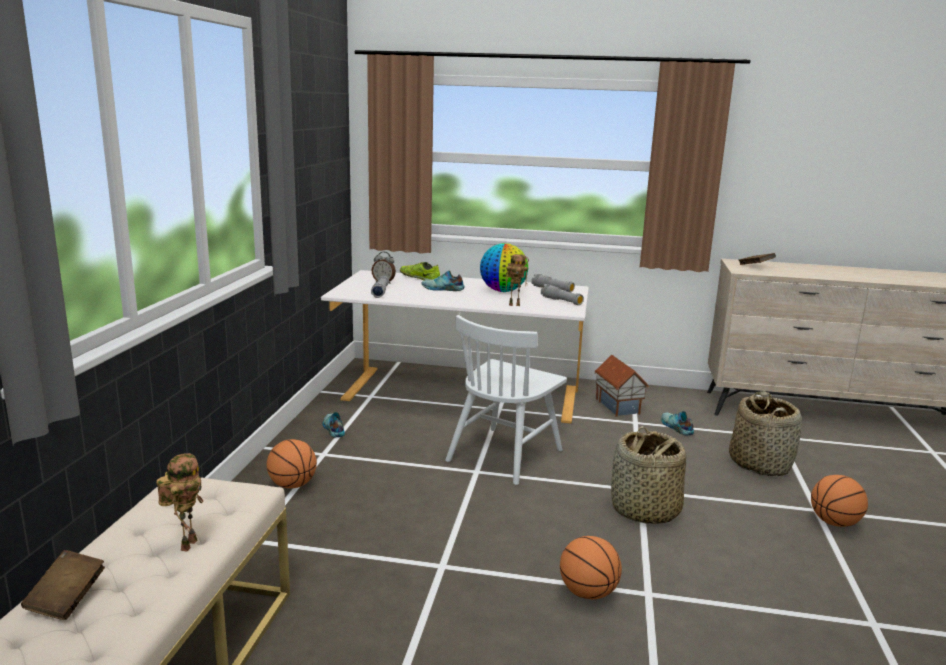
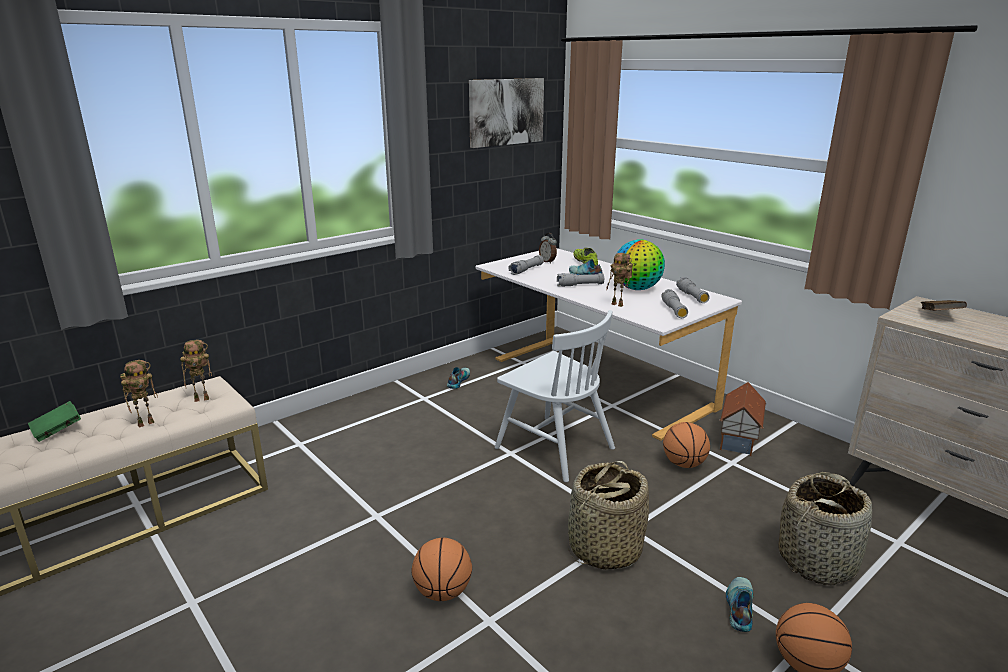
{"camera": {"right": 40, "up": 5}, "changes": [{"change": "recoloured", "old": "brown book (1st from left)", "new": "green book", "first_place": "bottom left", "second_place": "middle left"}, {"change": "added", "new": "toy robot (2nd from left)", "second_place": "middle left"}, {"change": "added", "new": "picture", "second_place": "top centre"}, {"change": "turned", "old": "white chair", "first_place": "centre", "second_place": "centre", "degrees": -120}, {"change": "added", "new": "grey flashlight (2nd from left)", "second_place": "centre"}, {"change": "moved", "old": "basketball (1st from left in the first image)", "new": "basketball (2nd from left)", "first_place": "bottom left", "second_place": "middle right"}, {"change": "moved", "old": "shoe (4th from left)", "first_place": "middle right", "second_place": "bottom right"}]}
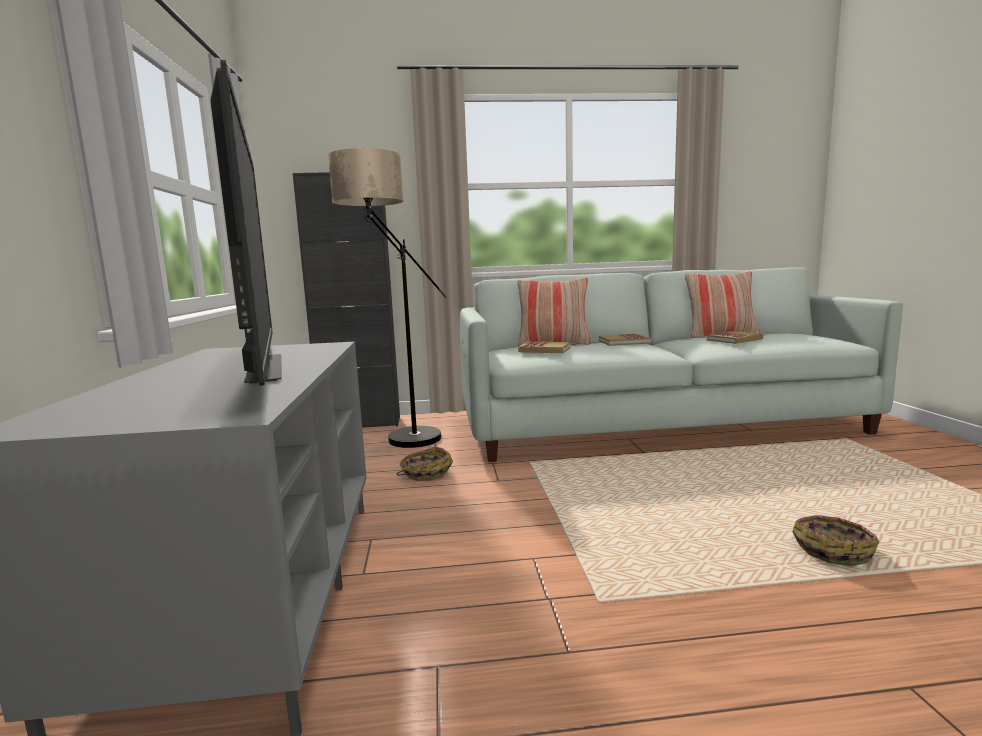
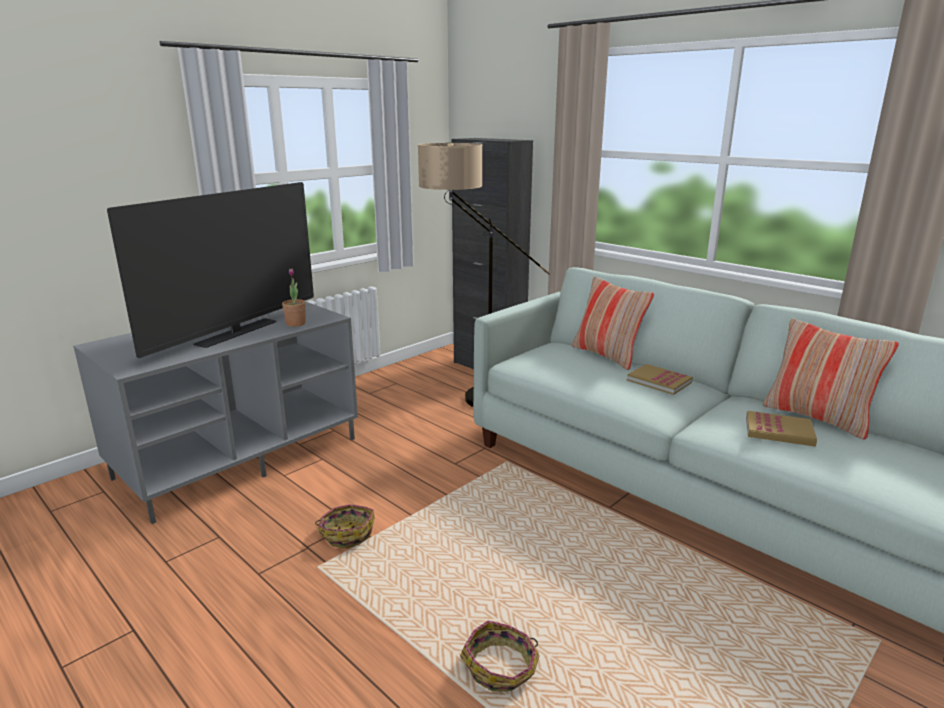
{"camera": {"right": 50, "up": 10}, "changes": [{"change": "added", "new": "potted plant", "second_place": "middle left"}, {"change": "moved", "old": "basket (1st from left)", "first_place": "centre", "second_place": "bottom centre"}, {"change": "removed", "old": "book (1st from left)", "first_place": "centre"}]}
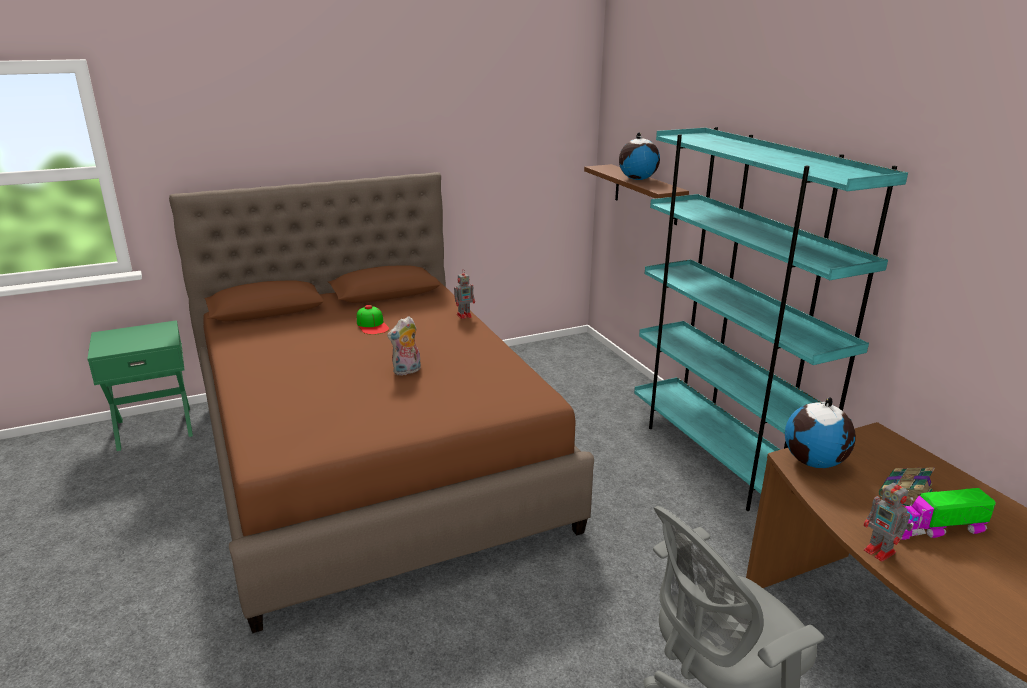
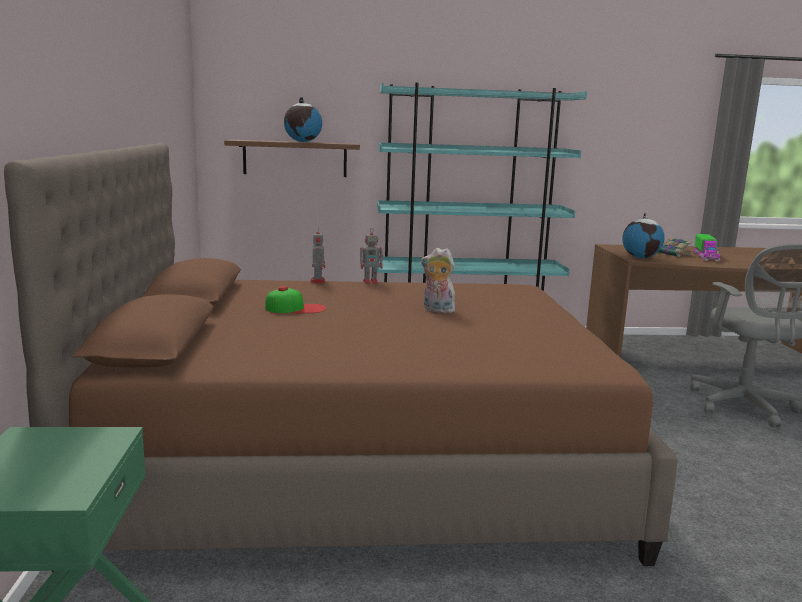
{"camera": {"right": -70, "up": -10}, "changes": [{"change": "moved", "old": "toy robot (2nd from left)", "first_place": "bottom right", "second_place": "centre"}, {"change": "turned", "old": "plush toy", "first_place": "centre", "second_place": "centre", "degrees": 135}]}
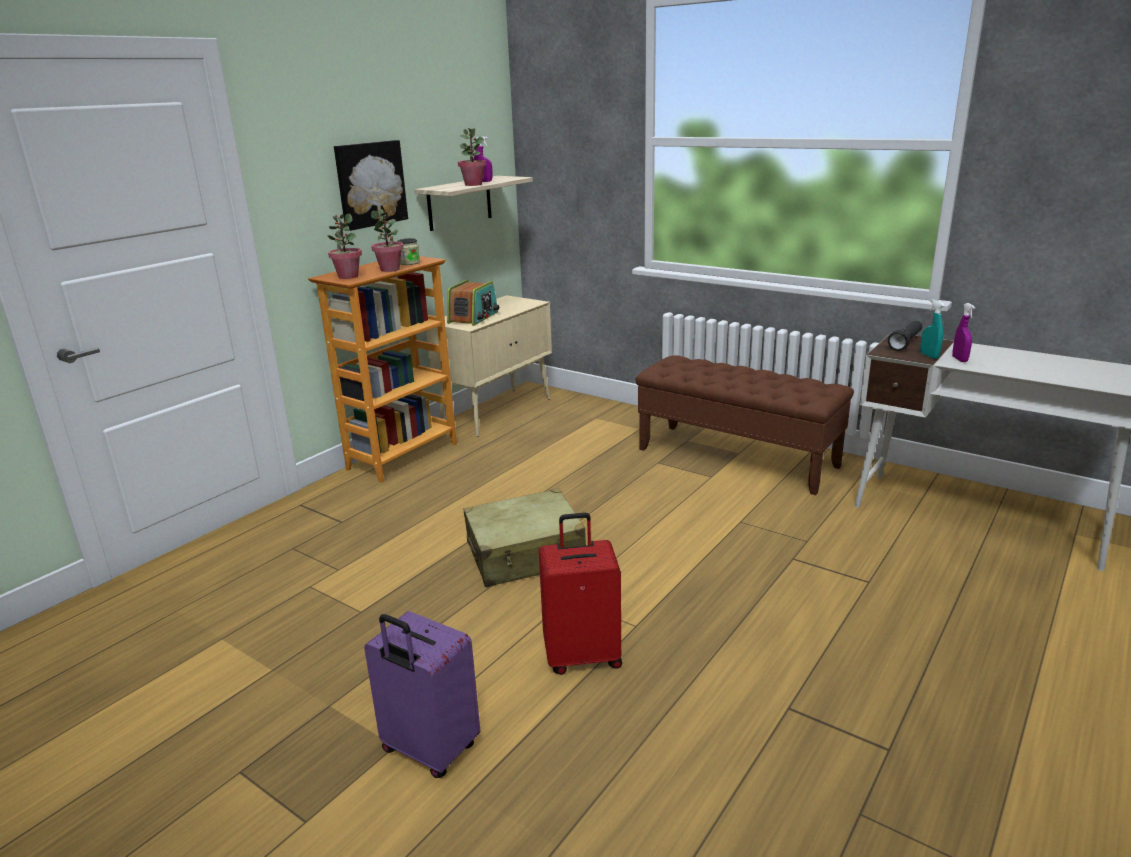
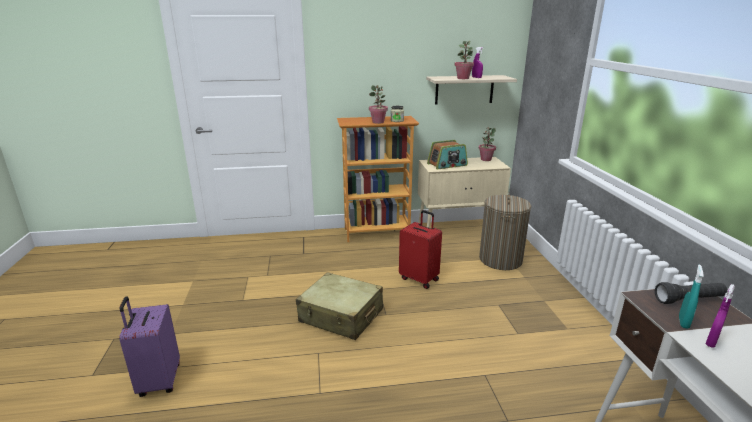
{"camera": {"right": 45, "up": 0}, "changes": [{"change": "moved", "old": "red suitcase", "first_place": "bottom centre", "second_place": "centre"}, {"change": "moved", "old": "potted plant (1st from left in the first image)", "new": "potted plant (3rd from left)", "first_place": "top left", "second_place": "centre"}, {"change": "added", "new": "laundry basket", "second_place": "middle right"}, {"change": "removed", "old": "picture", "first_place": "top left"}, {"change": "removed", "old": "brown bench", "first_place": "centre"}]}
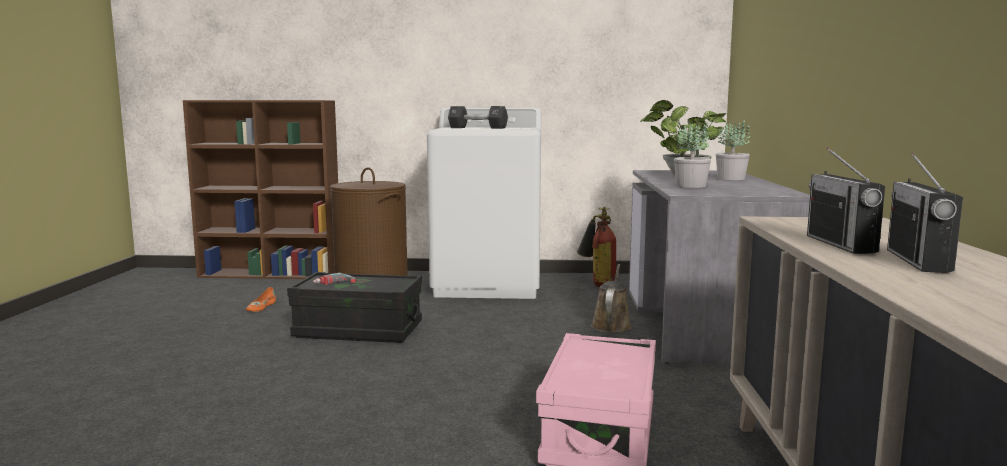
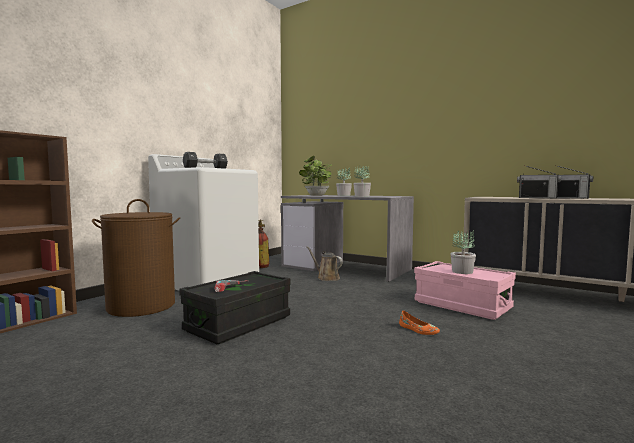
{"camera": {"right": -60, "up": -5}, "changes": [{"change": "moved", "old": "orange shoe", "first_place": "middle left", "second_place": "bottom centre"}, {"change": "added", "new": "potted plant (4th from left)", "second_place": "middle right"}]}
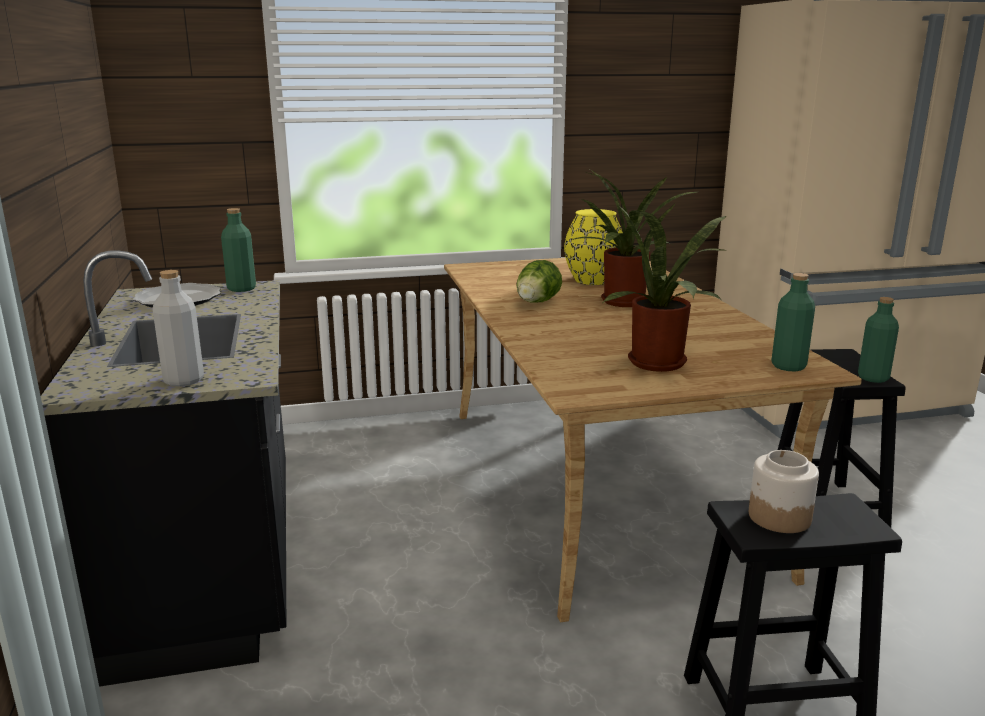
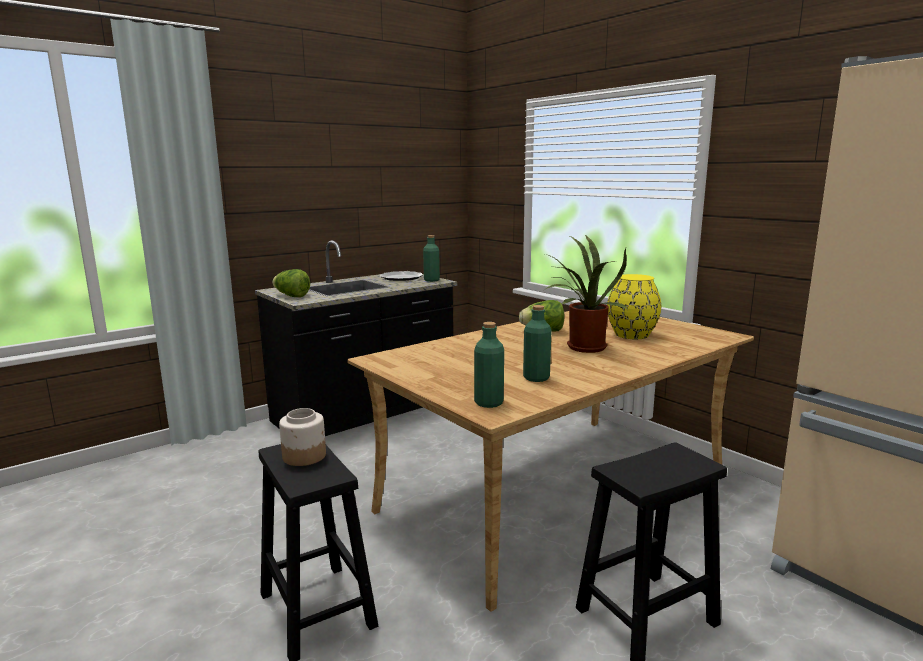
{"camera": {"right": 65, "up": -5}, "changes": [{"change": "replaced", "old": "grey bottle", "new": "lettuce (1st from left)", "first_place": "middle left", "second_place": "middle left"}, {"change": "moved", "old": "green bottle (3rd from left)", "first_place": "middle right", "second_place": "centre"}, {"change": "removed", "old": "potted plant (2nd from left)", "first_place": "middle right"}]}
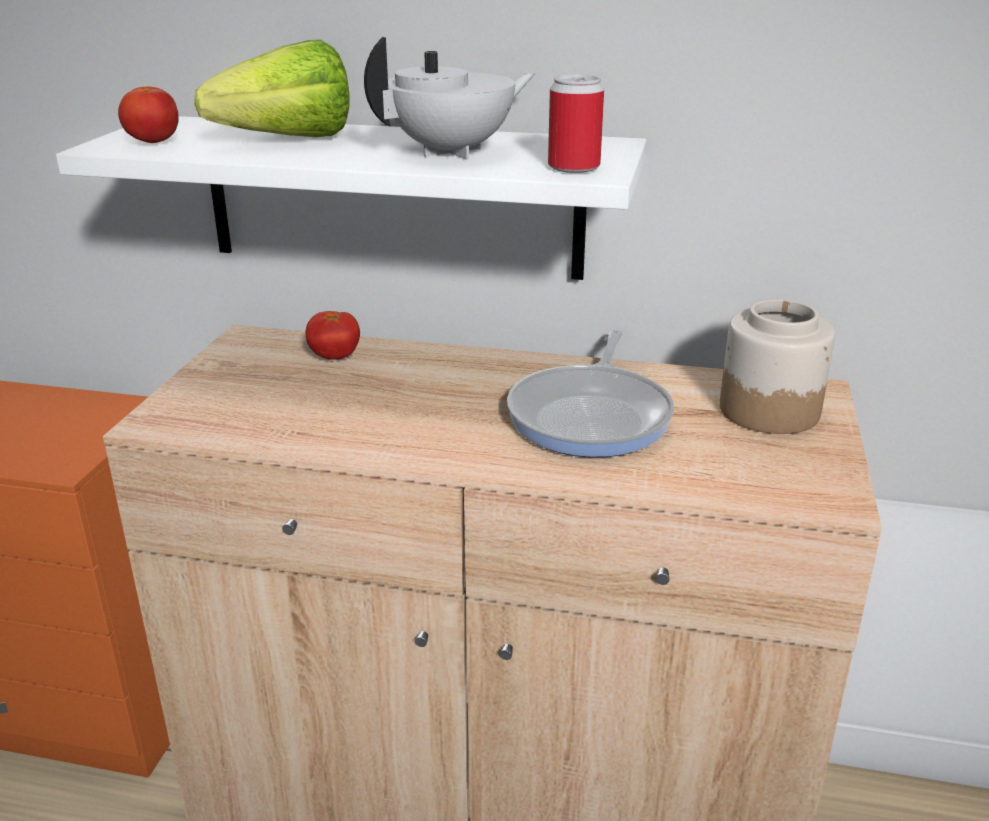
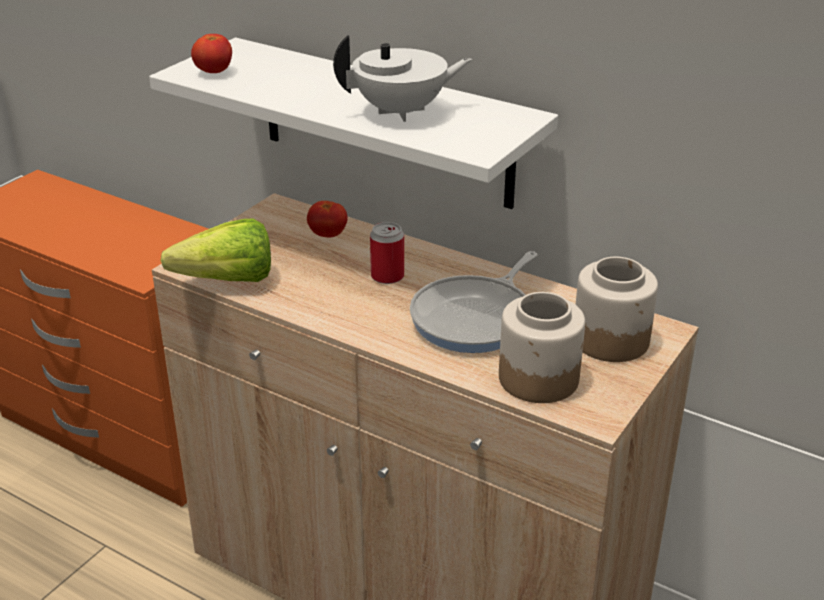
{"camera": {"right": 20, "up": 5}, "changes": [{"change": "moved", "old": "lettuce", "first_place": "top left", "second_place": "middle left"}, {"change": "moved", "old": "can", "first_place": "top centre", "second_place": "centre"}, {"change": "added", "new": "jar (1st from left)", "second_place": "centre"}]}
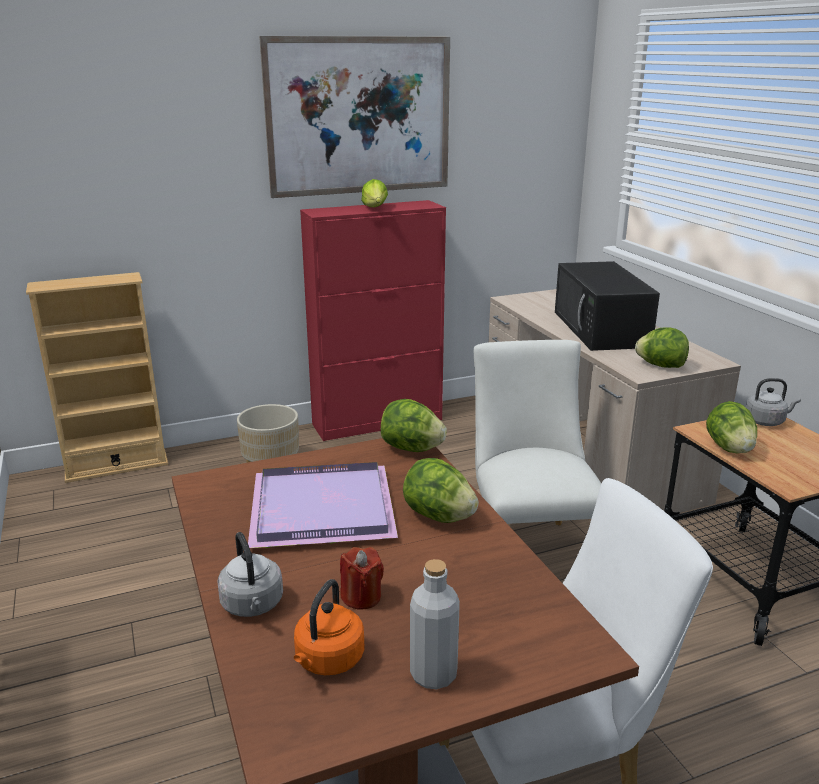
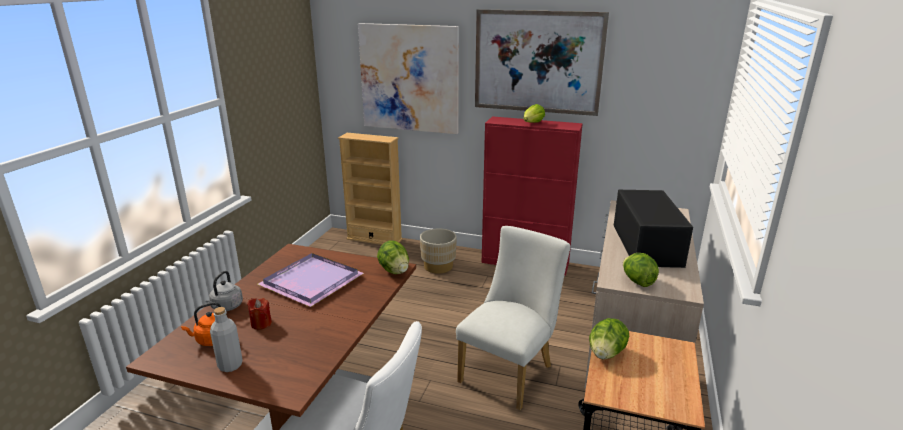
{"camera": {"right": 40, "up": 0}, "changes": [{"change": "added", "new": "picture (1st from left)", "second_place": "top centre"}, {"change": "turned", "old": "black microwave", "first_place": "middle right", "second_place": "middle right", "degrees": 150}, {"change": "removed", "old": "lettuce (3rd from left)", "first_place": "centre"}, {"change": "removed", "old": "grey kettle (2nd from left)", "first_place": "middle right"}]}
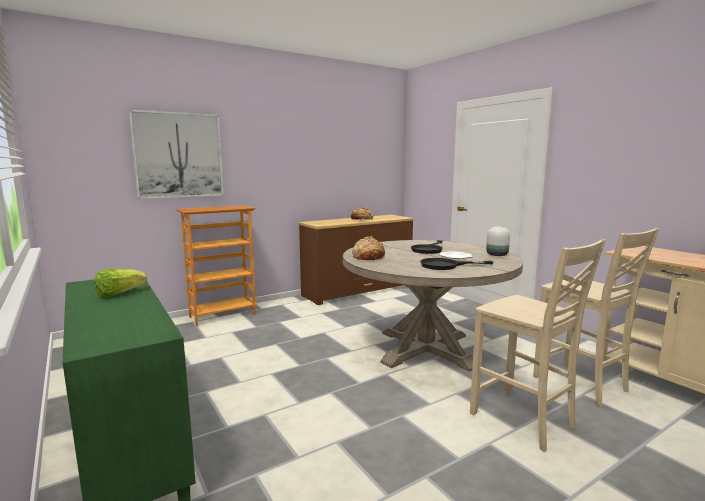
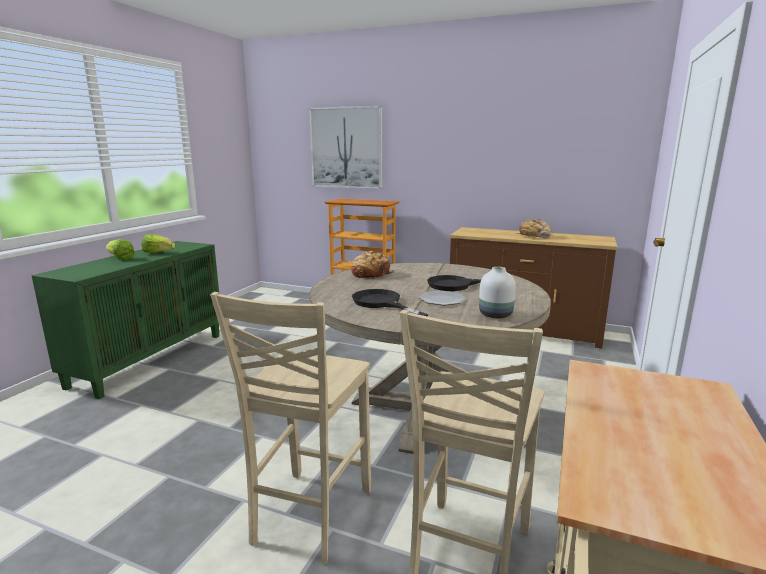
{"camera": {"right": 55, "up": 5}, "changes": [{"change": "added", "new": "lettuce (1st from left)", "second_place": "middle left"}]}
